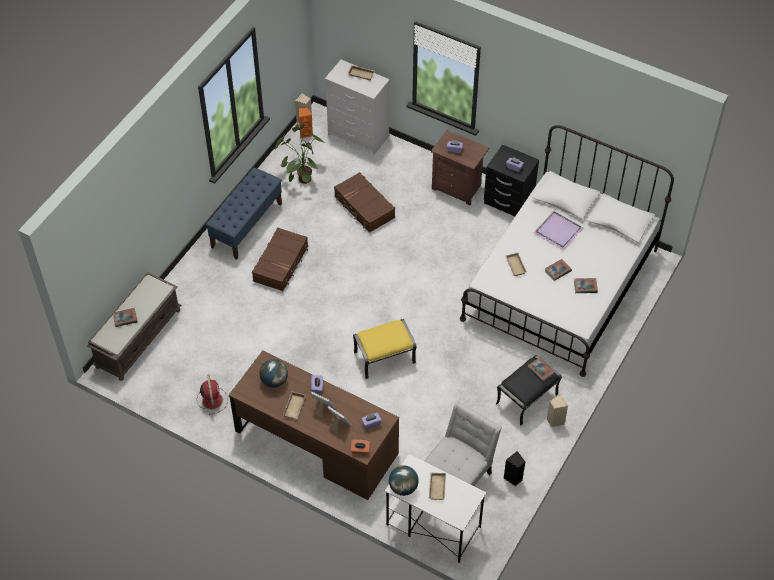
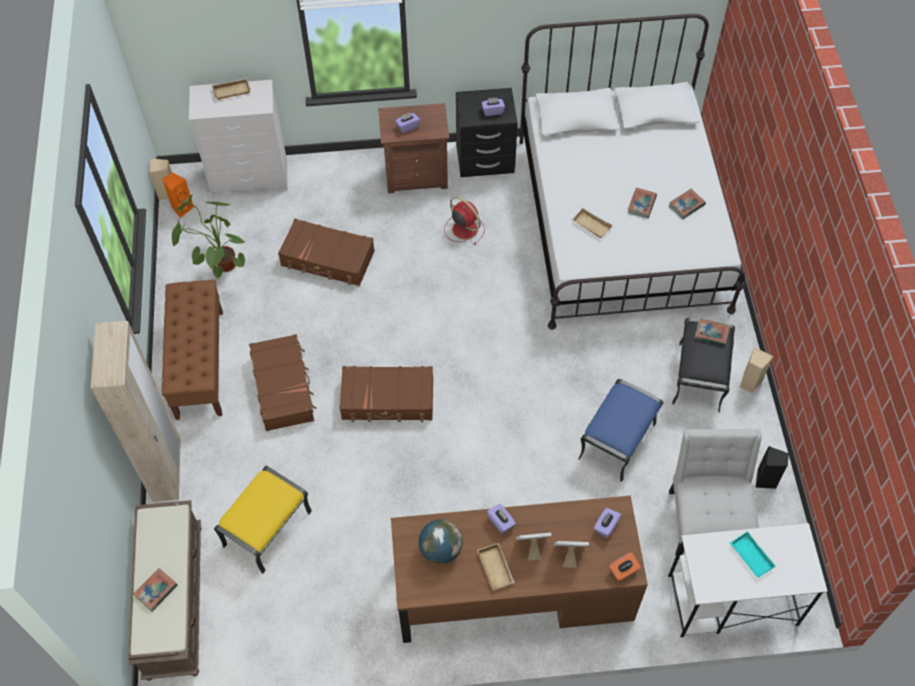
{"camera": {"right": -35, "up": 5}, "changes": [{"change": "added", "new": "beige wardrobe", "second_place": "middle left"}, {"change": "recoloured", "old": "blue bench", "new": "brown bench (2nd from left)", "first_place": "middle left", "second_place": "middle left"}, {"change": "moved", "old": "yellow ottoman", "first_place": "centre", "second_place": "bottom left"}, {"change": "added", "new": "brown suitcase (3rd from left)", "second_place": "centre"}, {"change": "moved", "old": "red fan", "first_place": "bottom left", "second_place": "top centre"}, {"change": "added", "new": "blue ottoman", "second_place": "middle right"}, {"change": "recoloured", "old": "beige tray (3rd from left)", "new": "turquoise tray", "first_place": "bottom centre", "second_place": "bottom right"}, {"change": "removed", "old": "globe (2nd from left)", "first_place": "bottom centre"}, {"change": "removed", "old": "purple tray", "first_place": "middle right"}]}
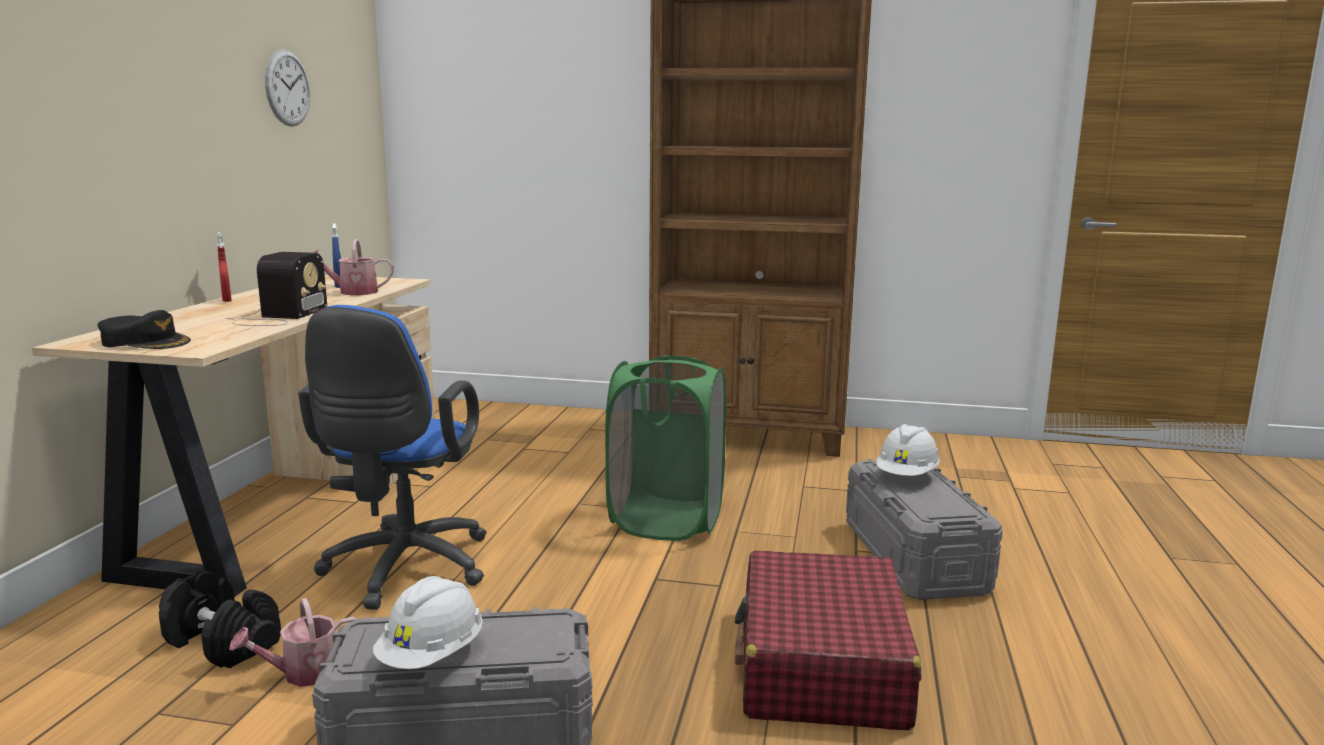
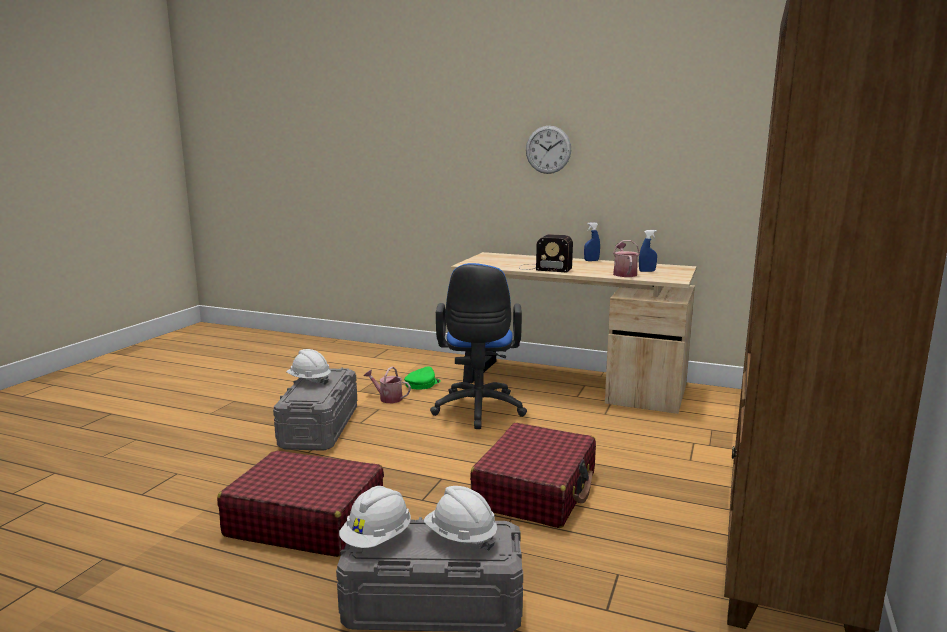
{"camera": {"right": 100, "up": 0}, "changes": [{"change": "added", "new": "white hard hat (2nd from left)", "second_place": "bottom centre"}, {"change": "turned", "old": "watering can (1st from left)", "first_place": "bottom left", "second_place": "centre", "degrees": -45}, {"change": "replaced", "old": "black dumbbell", "new": "green cap", "first_place": "bottom left", "second_place": "centre"}, {"change": "turned", "old": "blue office chair", "first_place": "middle left", "second_place": "centre", "degrees": -105}, {"change": "replaced", "old": "green laundry basket", "new": "red suitcase (2nd from left)", "first_place": "centre", "second_place": "bottom centre"}, {"change": "moved", "old": "wall clock", "first_place": "top left", "second_place": "top centre"}, {"change": "recoloured", "old": "red spray bottle", "new": "blue spray bottle (1st from left)", "first_place": "middle left", "second_place": "centre"}, {"change": "removed", "old": "black cap", "first_place": "middle left"}]}
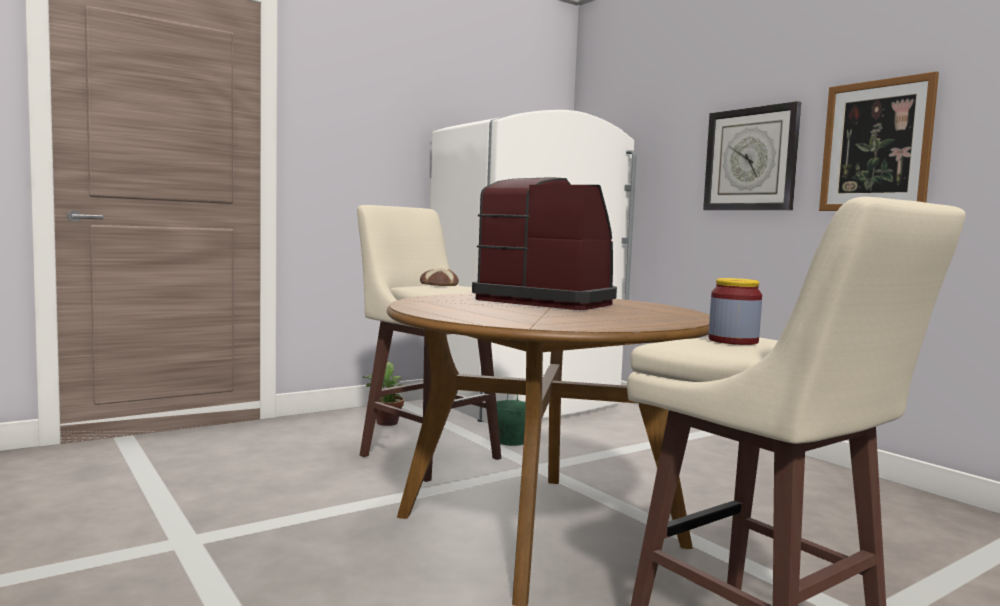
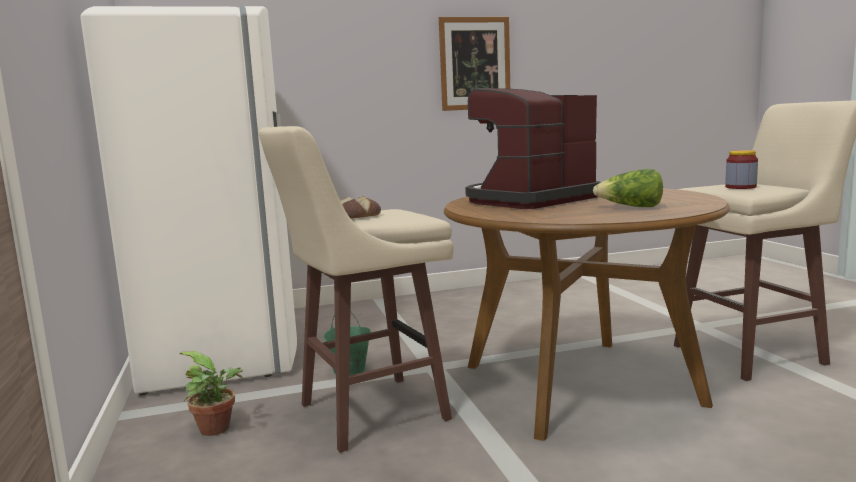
{"camera": {"right": -70, "up": 5}, "changes": [{"change": "added", "new": "lettuce", "second_place": "middle right"}, {"change": "removed", "old": "wall clock", "first_place": "top right"}]}
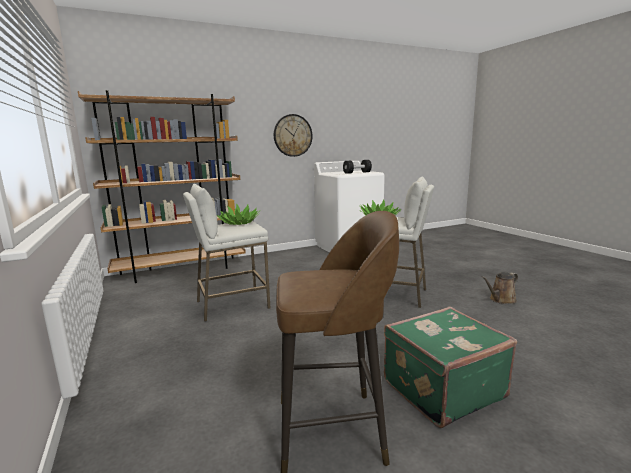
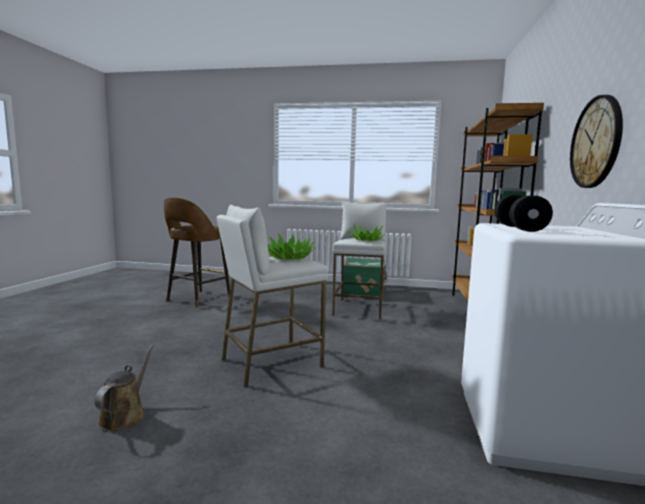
{"camera": {"right": 125, "up": -5}, "changes": [{"change": "moved", "old": "green suitcase", "first_place": "bottom right", "second_place": "centre"}]}
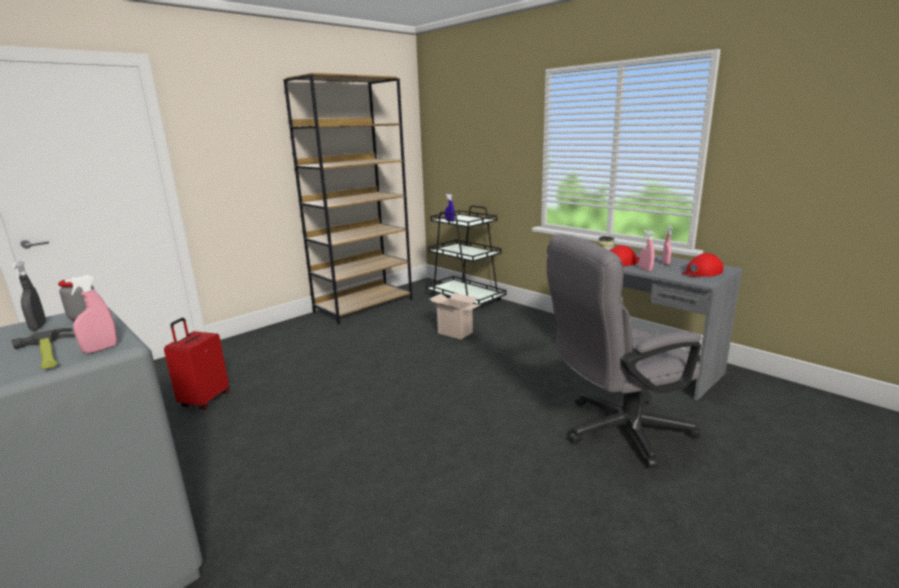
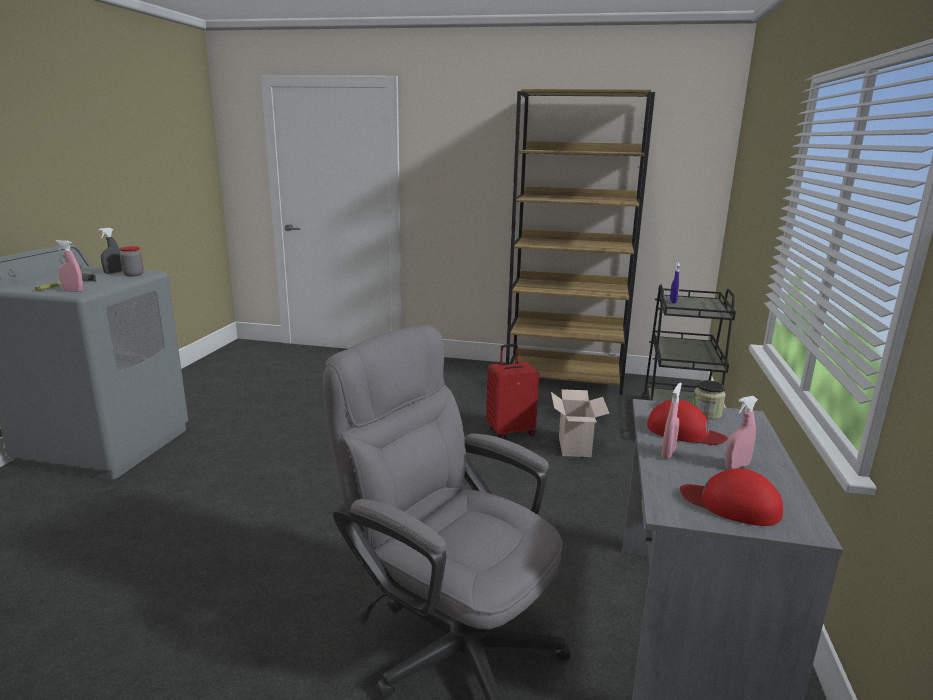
{"camera": {"right": 55, "up": 0}, "changes": [{"change": "moved", "old": "red suitcase", "first_place": "middle left", "second_place": "centre"}]}
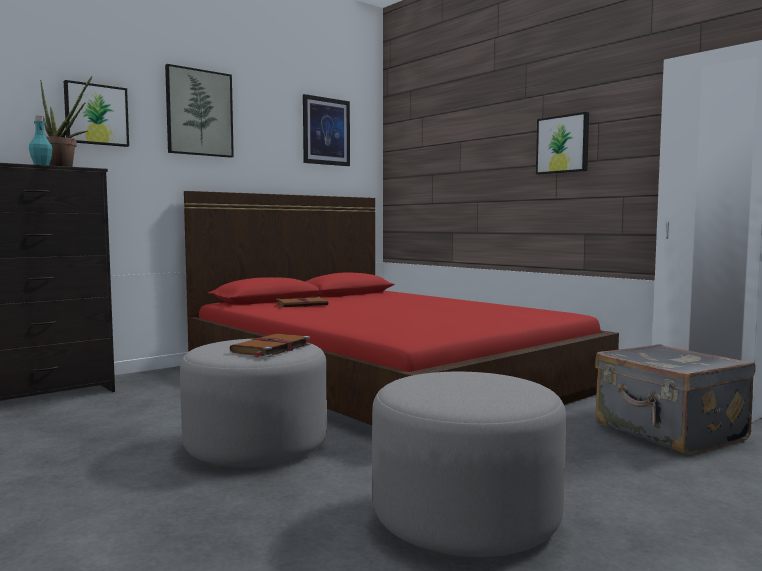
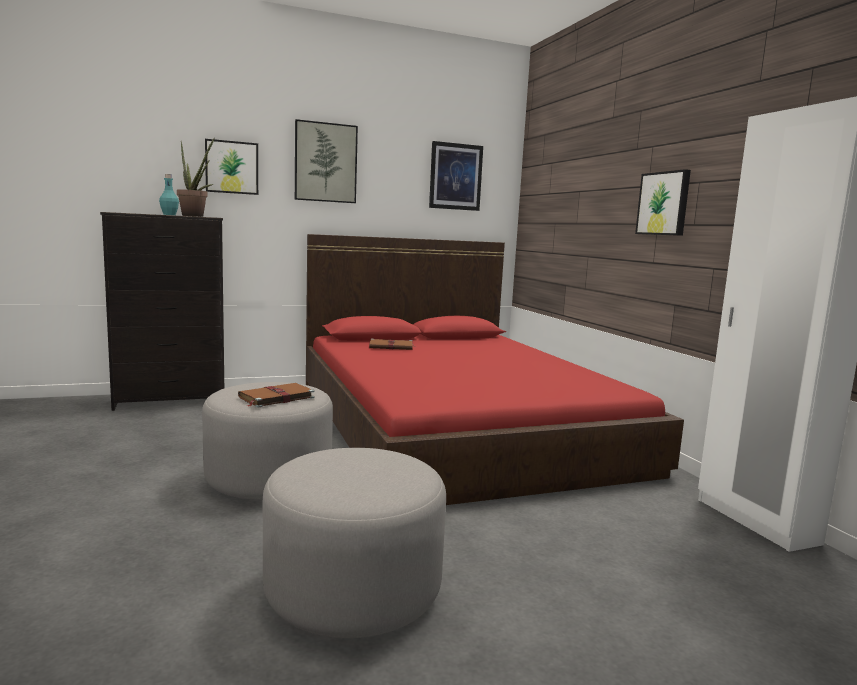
{"camera": {"right": 20, "up": 5}, "changes": [{"change": "removed", "old": "grey suitcase", "first_place": "bottom right"}]}
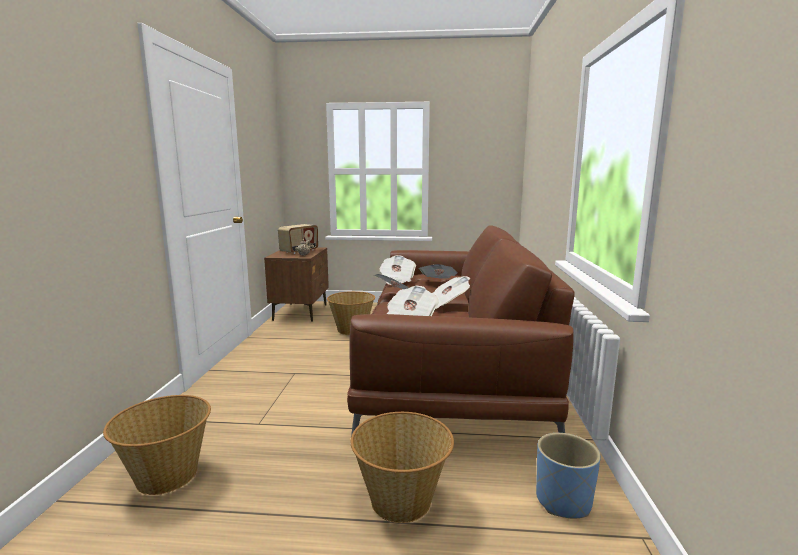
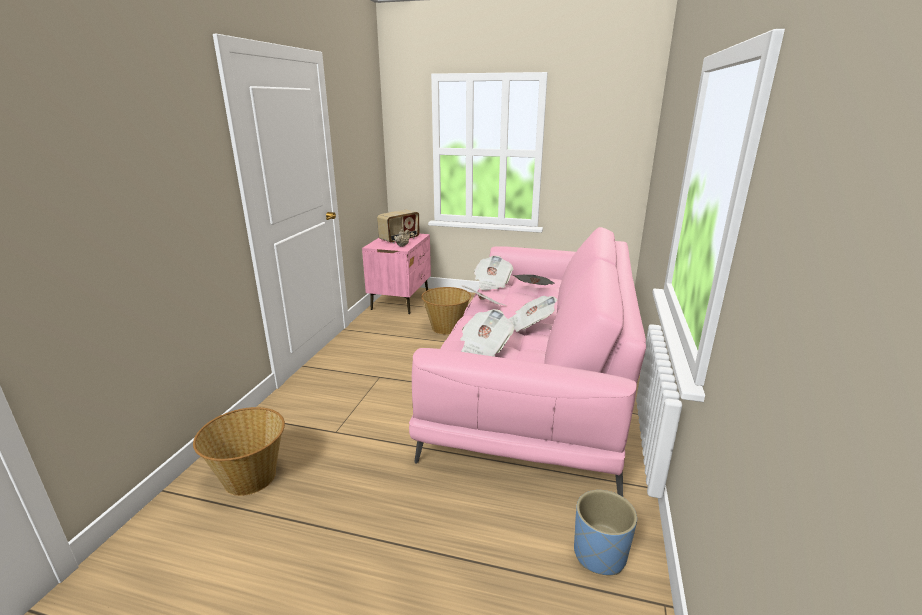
{"camera": {"right": 10, "up": 10}, "changes": [{"change": "recoloured", "old": "brown nightstand", "new": "pink nightstand", "first_place": "centre", "second_place": "centre"}, {"change": "recoloured", "old": "brown sofa", "new": "pink sofa", "first_place": "centre", "second_place": "centre"}, {"change": "removed", "old": "basket (3rd from left)", "first_place": "bottom centre"}]}
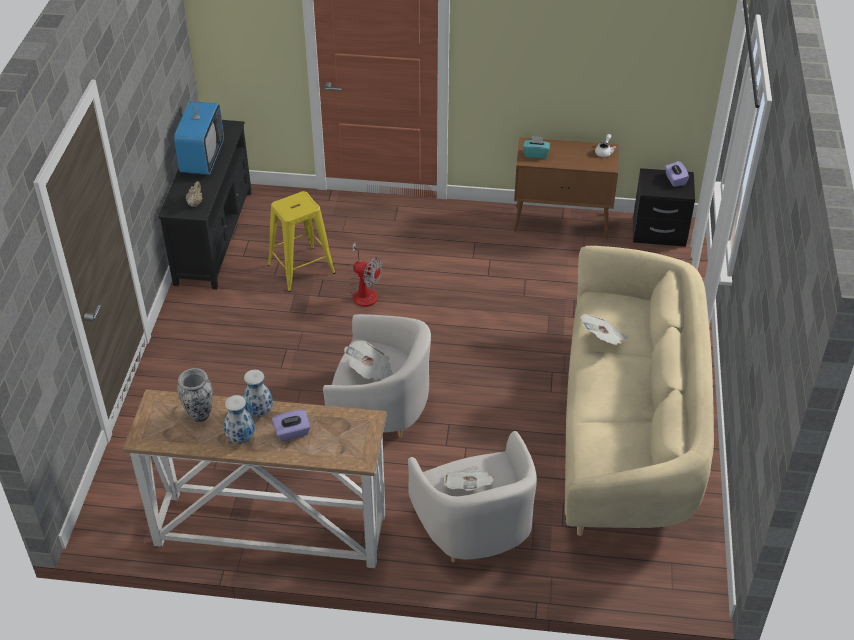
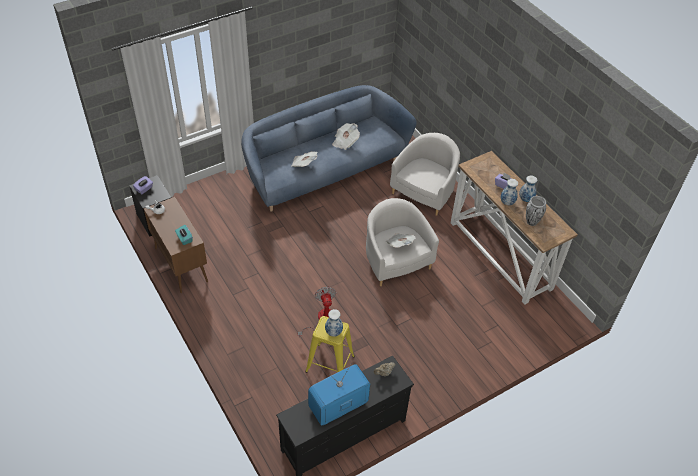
{"camera": {"right": -130, "up": 5}, "changes": [{"change": "recoloured", "old": "beige sofa", "new": "blue sofa", "first_place": "middle right", "second_place": "top centre"}, {"change": "added", "new": "vase (1st from left)", "second_place": "bottom centre"}, {"change": "moved", "old": "newspaper (2nd from left)", "first_place": "bottom centre", "second_place": "top centre"}]}
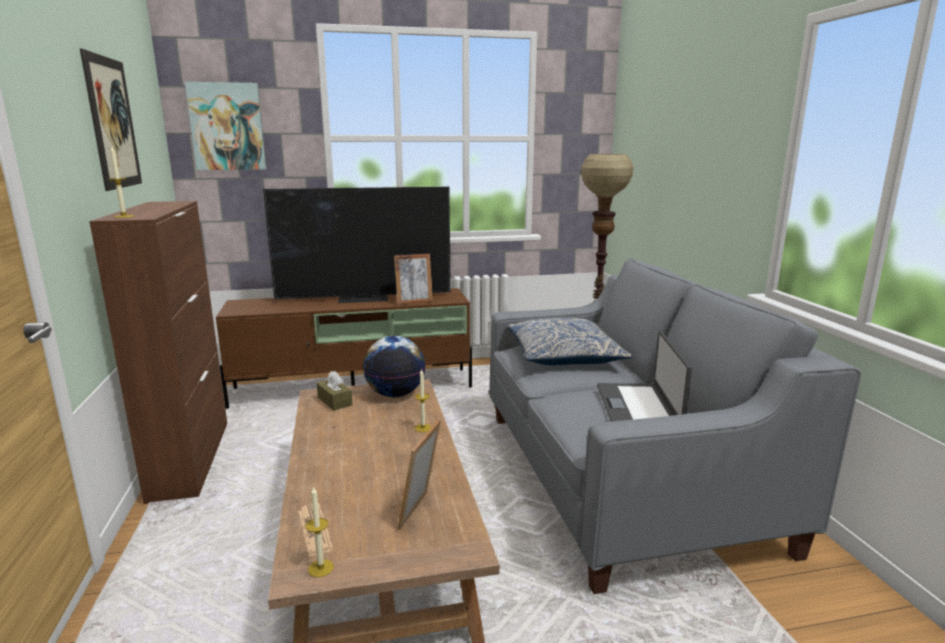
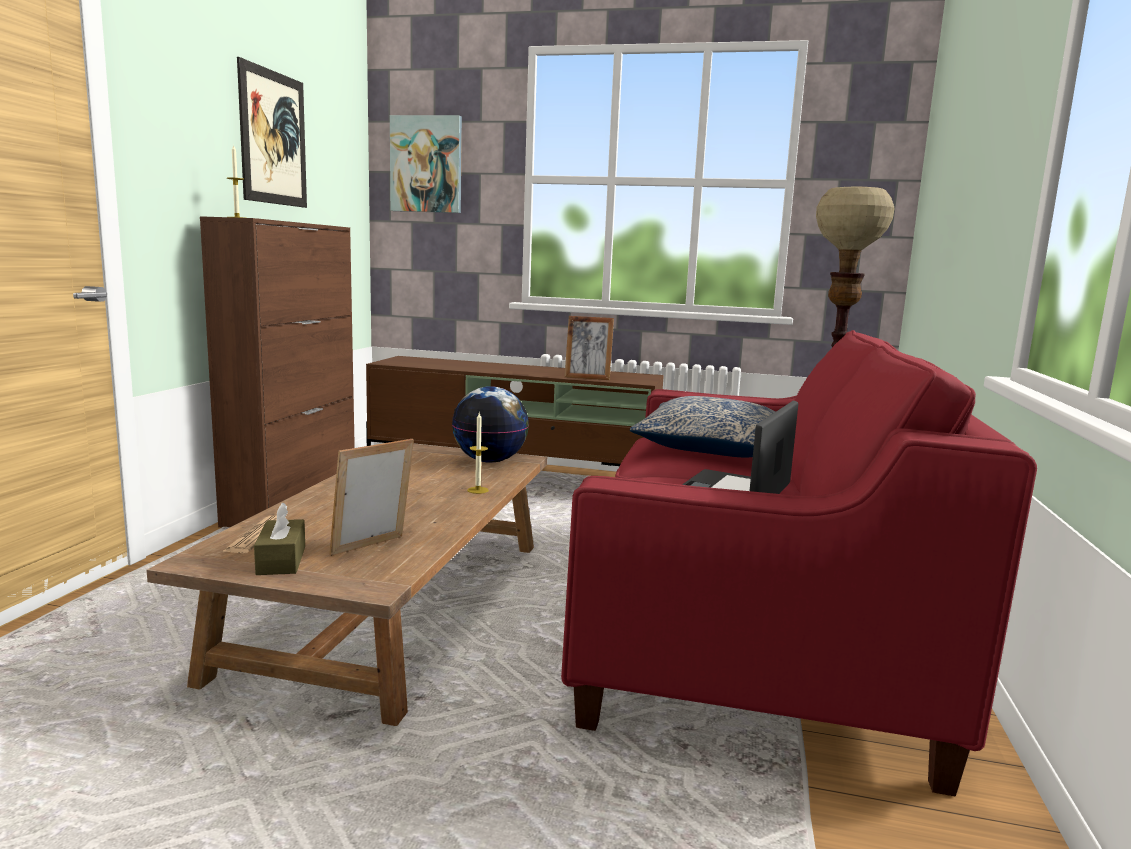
{"camera": {"right": 25, "up": -5}, "changes": [{"change": "moved", "old": "brown tissue box", "first_place": "centre", "second_place": "middle left"}, {"change": "recoloured", "old": "grey sofa", "new": "red sofa", "first_place": "middle right", "second_place": "middle right"}, {"change": "removed", "old": "television", "first_place": "centre"}, {"change": "removed", "old": "candle (2nd from left)", "first_place": "bottom centre"}]}
